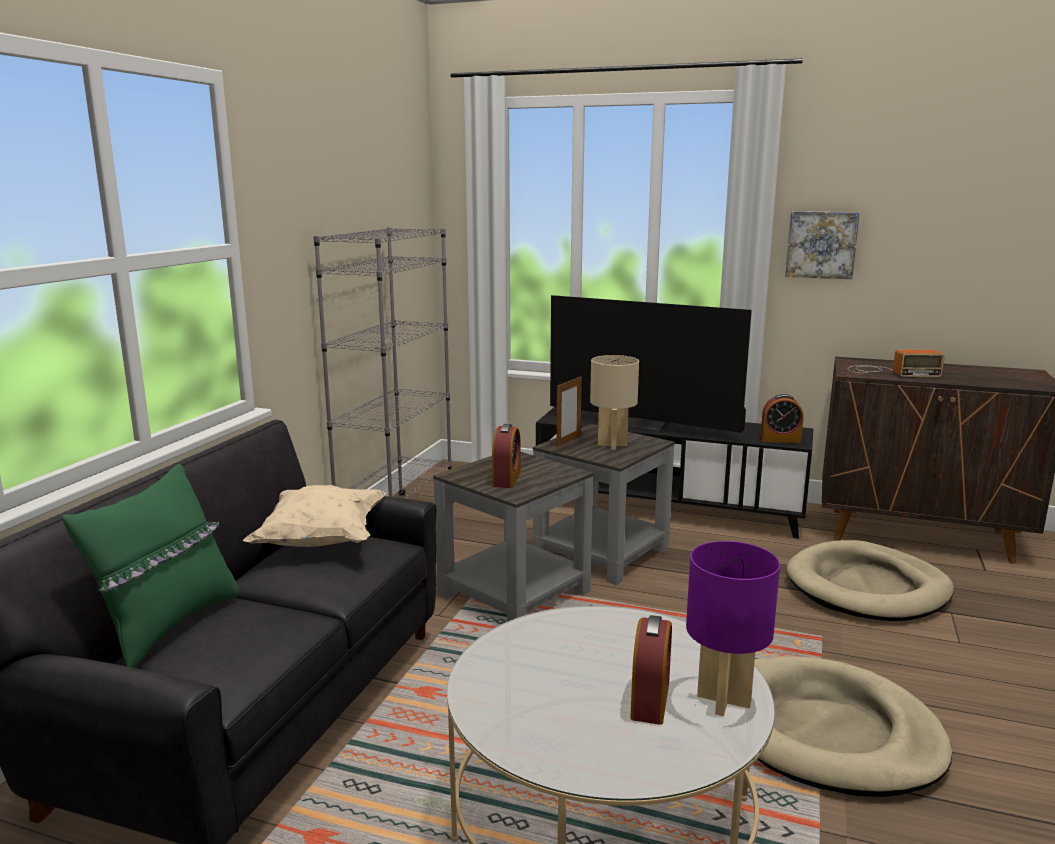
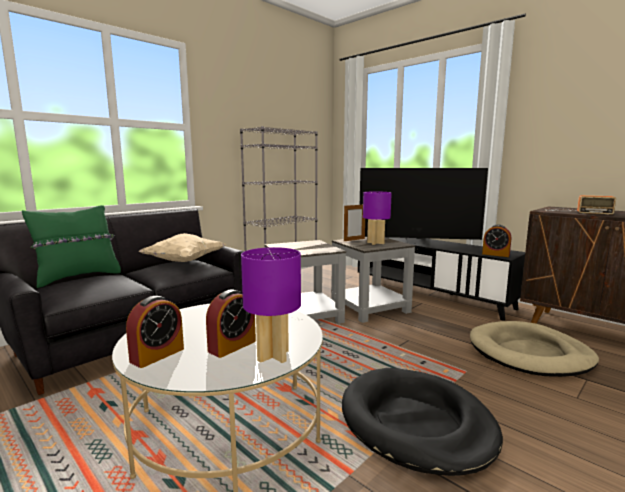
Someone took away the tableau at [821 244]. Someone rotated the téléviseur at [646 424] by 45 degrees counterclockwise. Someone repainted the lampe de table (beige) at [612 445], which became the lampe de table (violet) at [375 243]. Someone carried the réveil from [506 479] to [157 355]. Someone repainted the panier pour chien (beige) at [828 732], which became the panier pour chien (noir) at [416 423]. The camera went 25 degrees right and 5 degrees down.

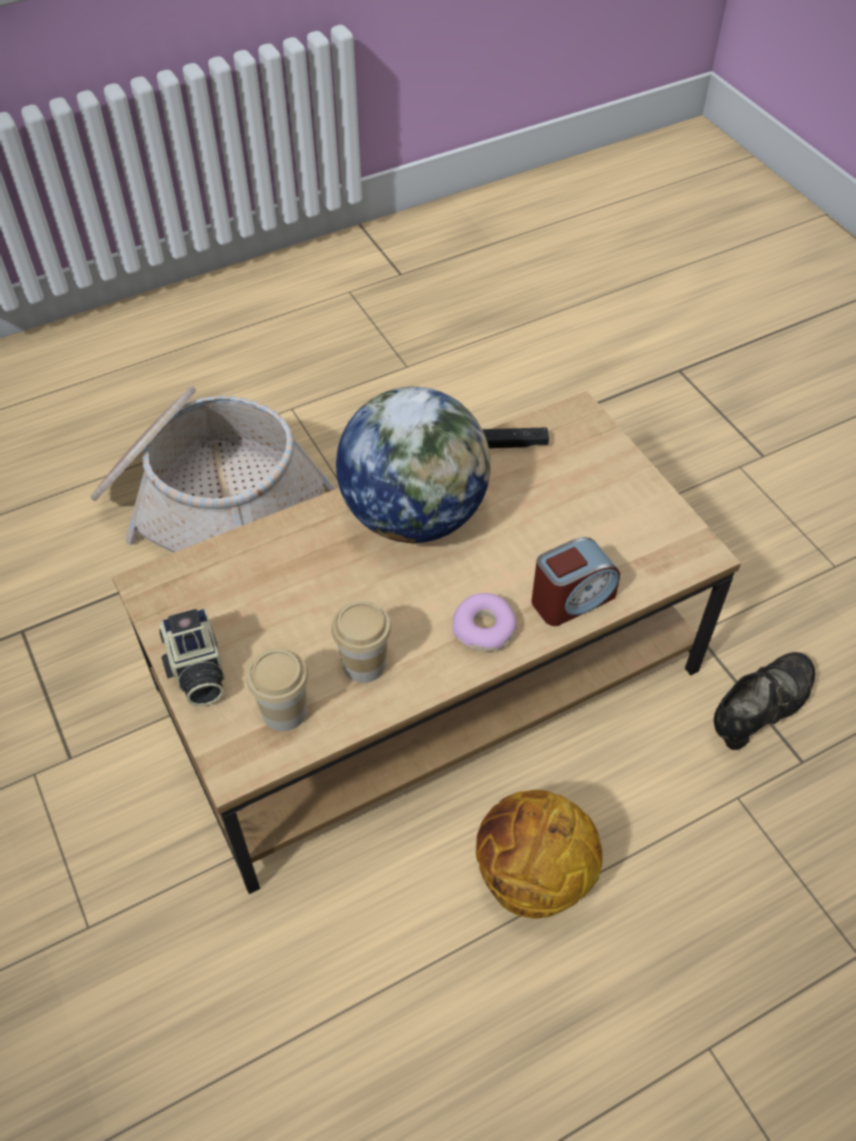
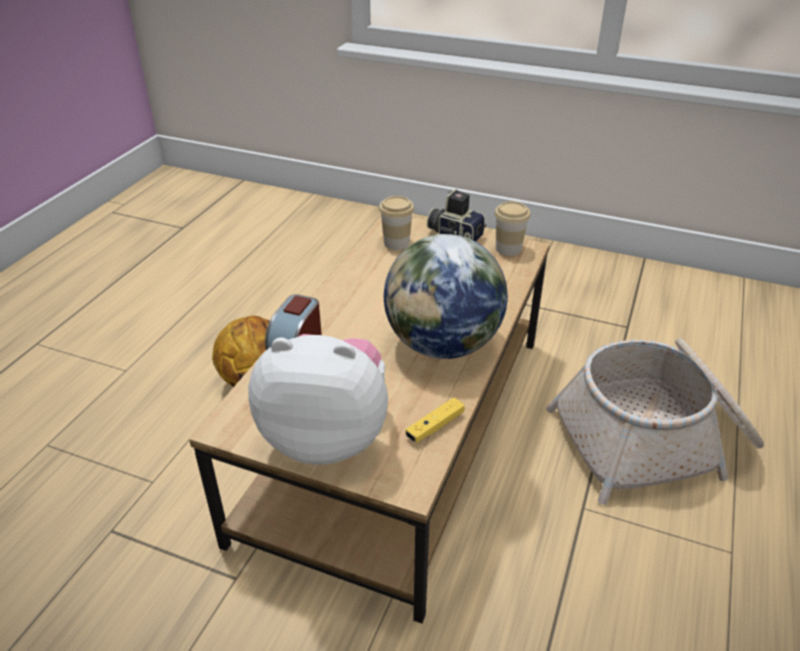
Someone repainted the manette (noir) at [512 444], which became the manette (jaune) at [435 426]. Someone took away the beignet at [484 629]. Someone carried the tasse from [364 664] to [508 249]. Someone took away the chaussure (noir) at [758 712]. Someone put down the peluche at [327 436]. The camera went 140 degrees right and 15 degrees down.

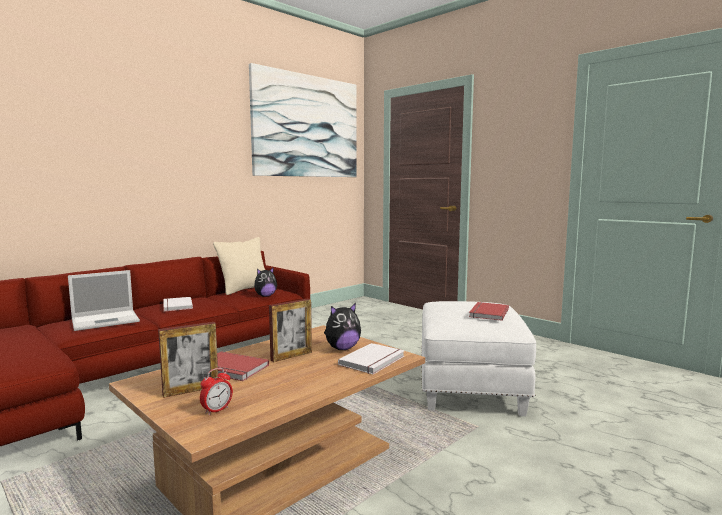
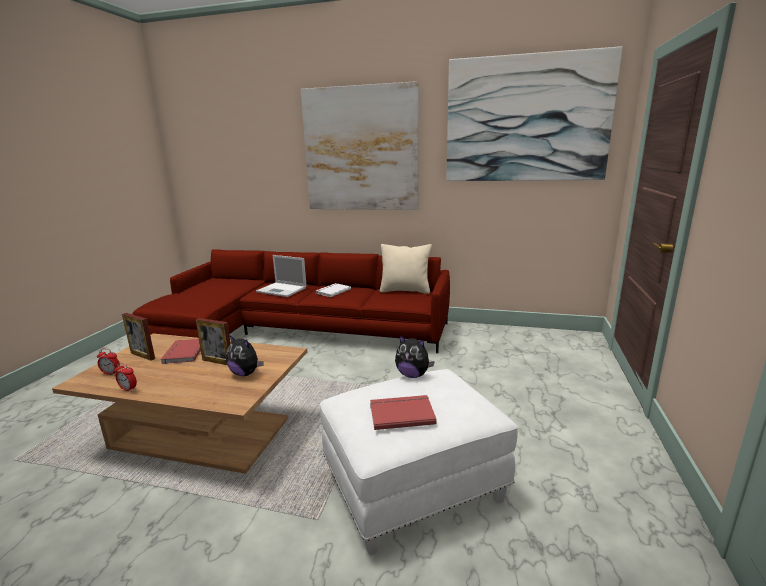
Someone carried the peluche from [265 296] to [413 375]. Someone took away the livre (blanc) at [374 361]. Someone put up the tableau at [361 150]. Someone put down the réveil at [128 389]. The camera went 60 degrees right and 10 degrees up.

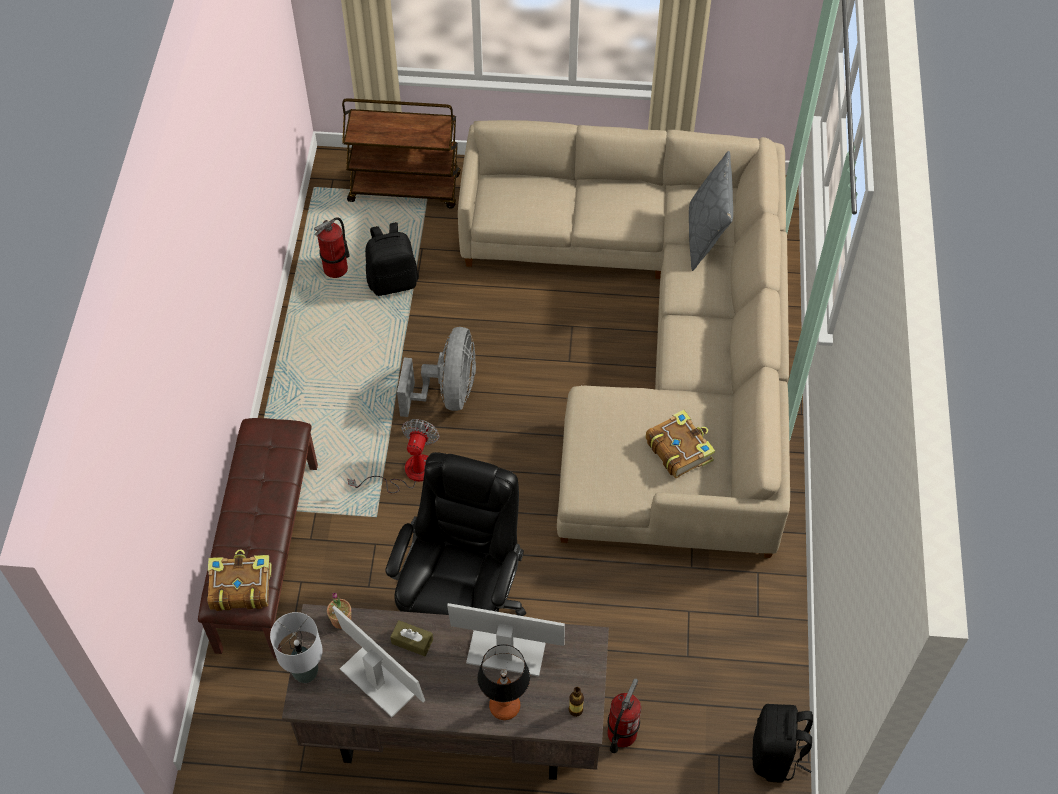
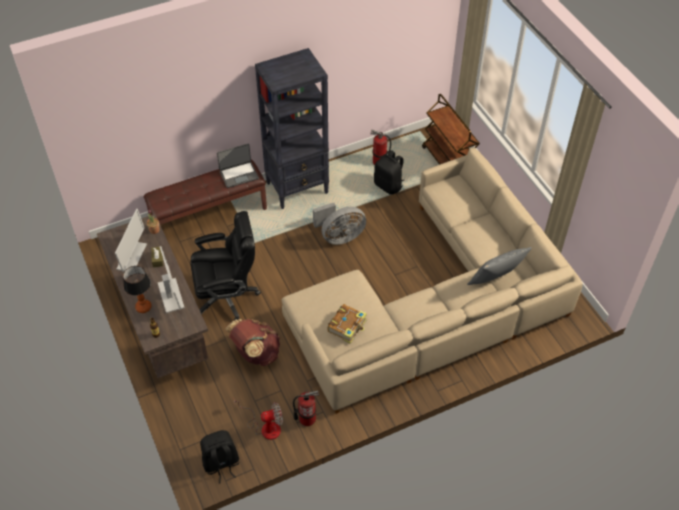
Someone carried the ventilateur from [408 472] to [265 427]. Someone took away the livre at [240 587]. Someone took away the lampe de table (gris) at [306 672]. Someone carried the extincteur from [621 734] to [307 418]. Someone put down the bibliothèque (noir) at [297 188]. Someone put down the ordinateur portable at [239 174]. Someone put down the sac à dos (marron) at [256 353]. The camera went 60 degrees right and 5 degrees down.

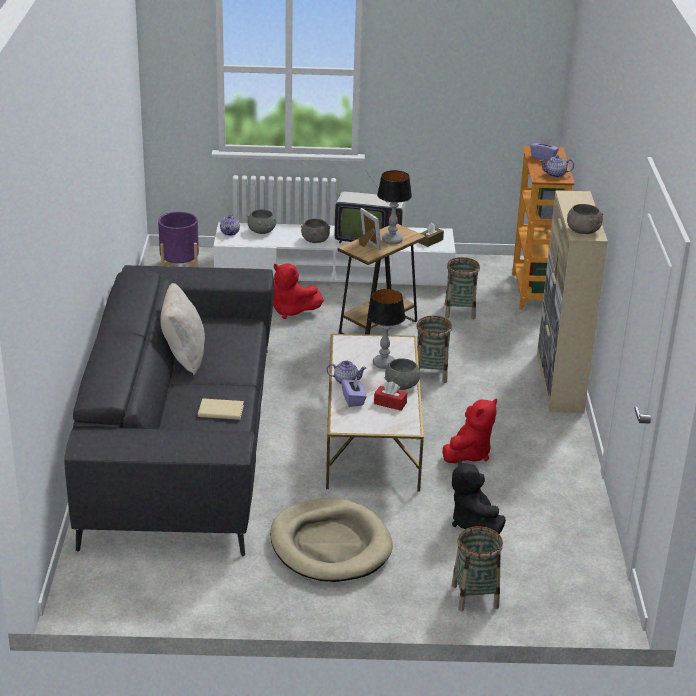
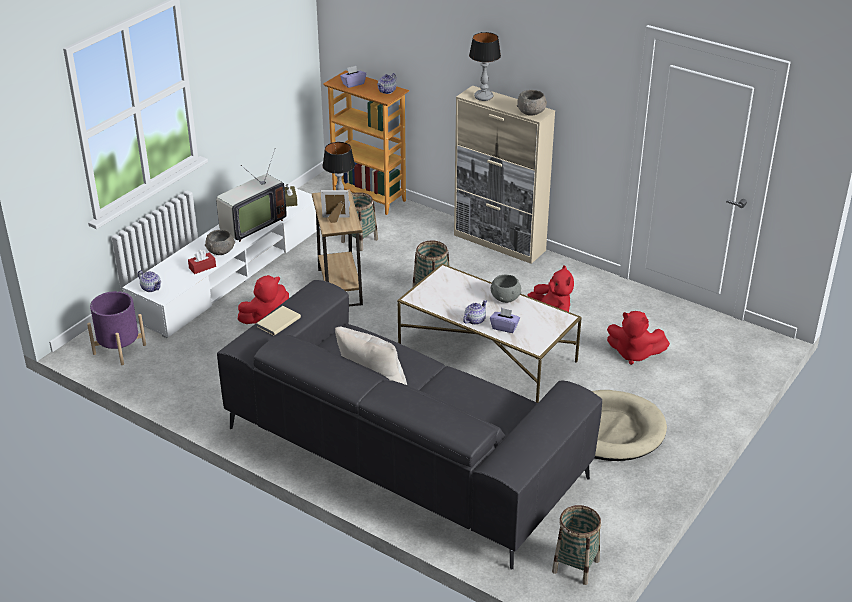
Someone took away the bol (gris) at [261 231]. Someone carried the lampe de table from [383 363] to [483 97]. Someone carried the boîte à mouchoirs (rouge) from [390 403] to [202 267]. Someone carried the livre (beige) from [220 410] to [277 322]. Someone repainted the peluche (noir) at [473 523], which became the peluche (rouge) at [634 354]. Someone carried the panier from [475 596] to [575 566]. The camera went 55 degrees left and 5 degrees up.

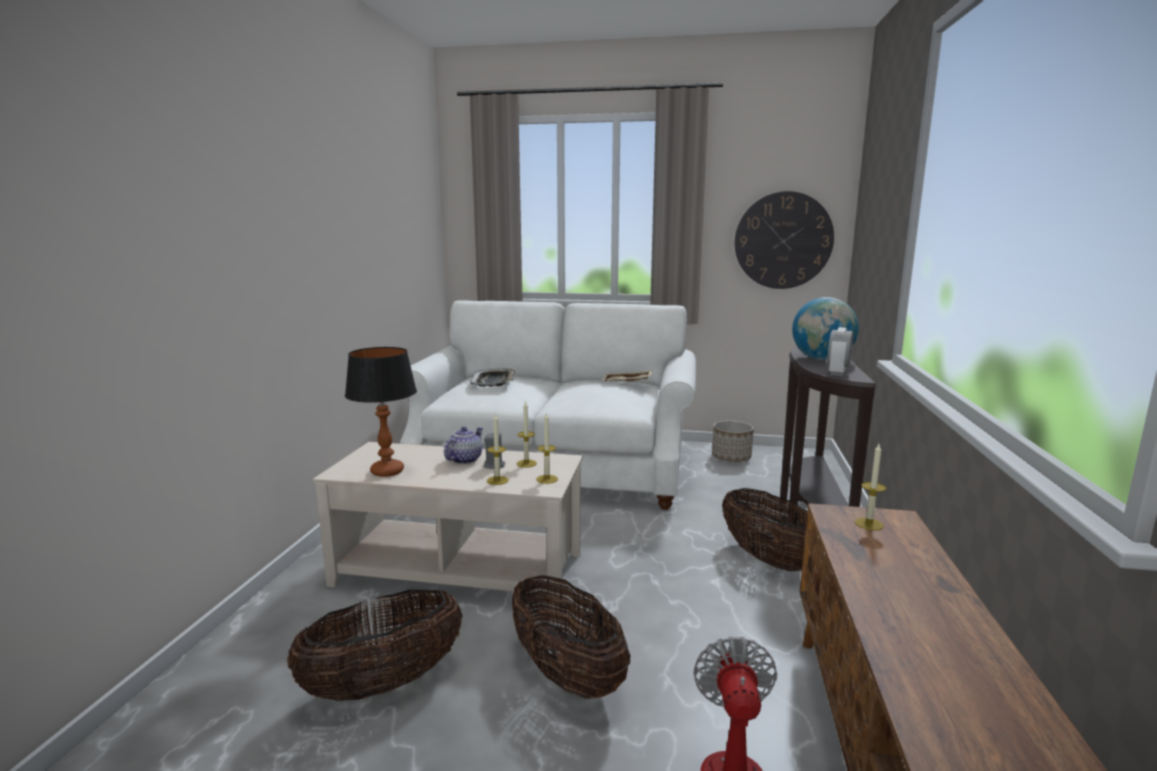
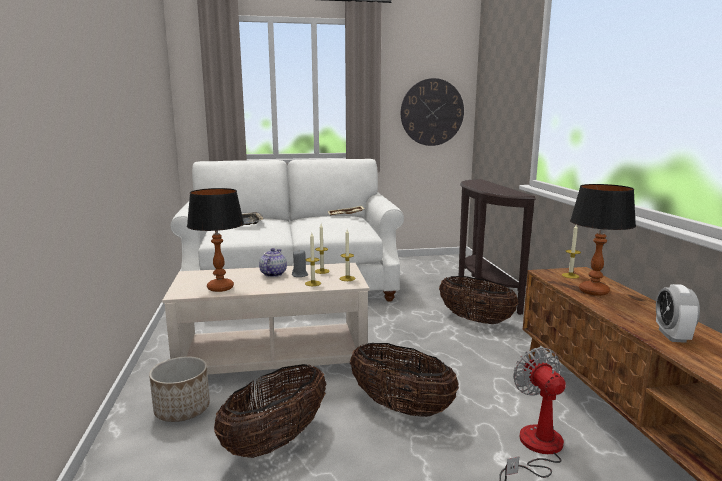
Someone took away the globe at [822 359]. Someone carried the réveil from [838 373] to [672 336]. Someone carried the cache-pot from [731 457] to [183 409]. Someone put down the lampe de table at [593 291]. The camera went 20 degrees left and 0 degrees up.

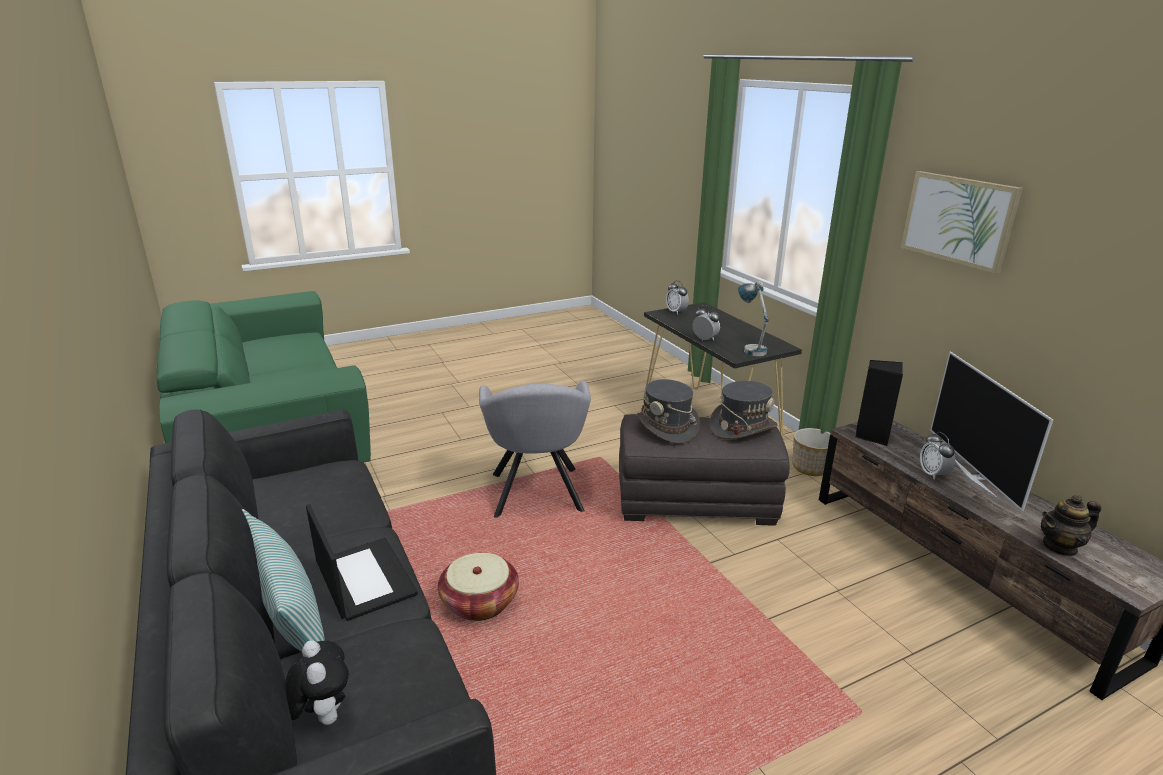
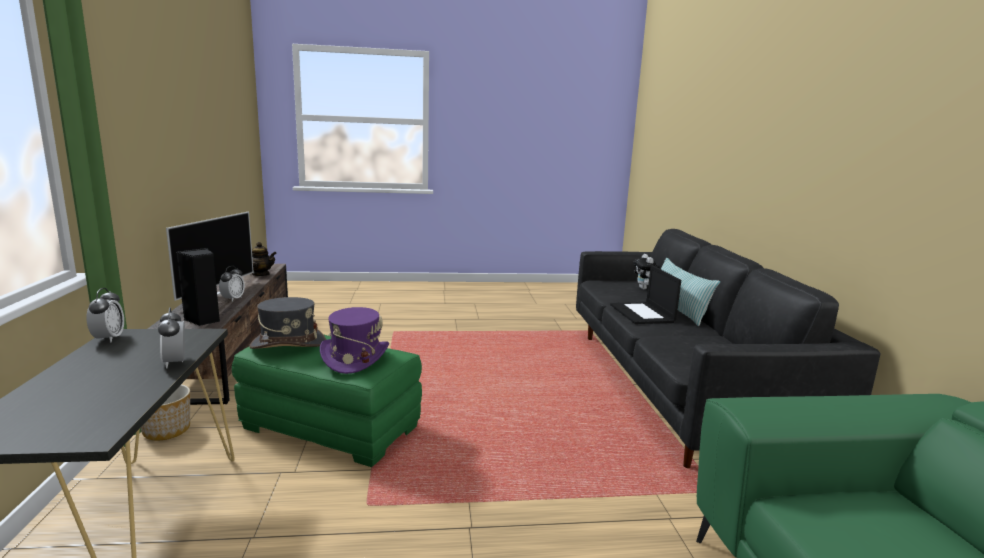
Someone took away the tableau at [958 220]. Someone carried the réveil from [676 312] to [108 338]. Someone took away the lampe de table at [750 348]. Someone repainted the chapeau (gris) at [667 427], which became the chapeau (violet) at [355 357]. Someone took away the fauteuil (gris) at [536 496]. Someone repainted the pouf (gris) at [694 501], which became the pouf (vert) at [332 428]. Someone took away the panier at [480 602]. The camera went 160 degrees left and 10 degrees down.

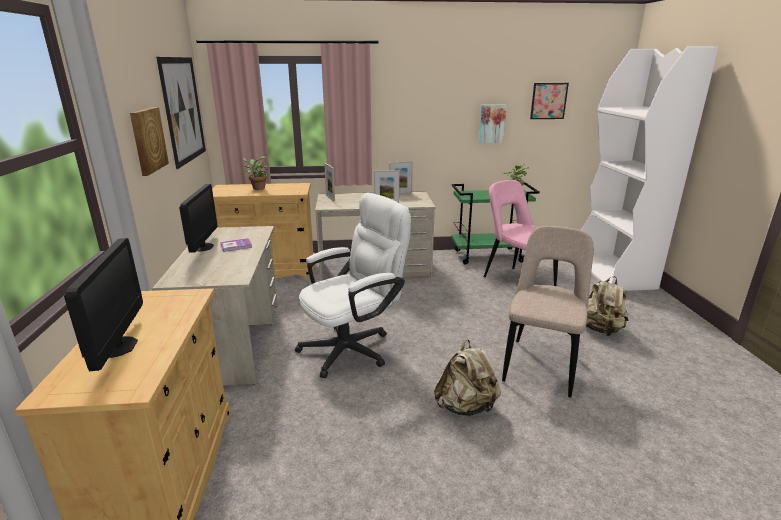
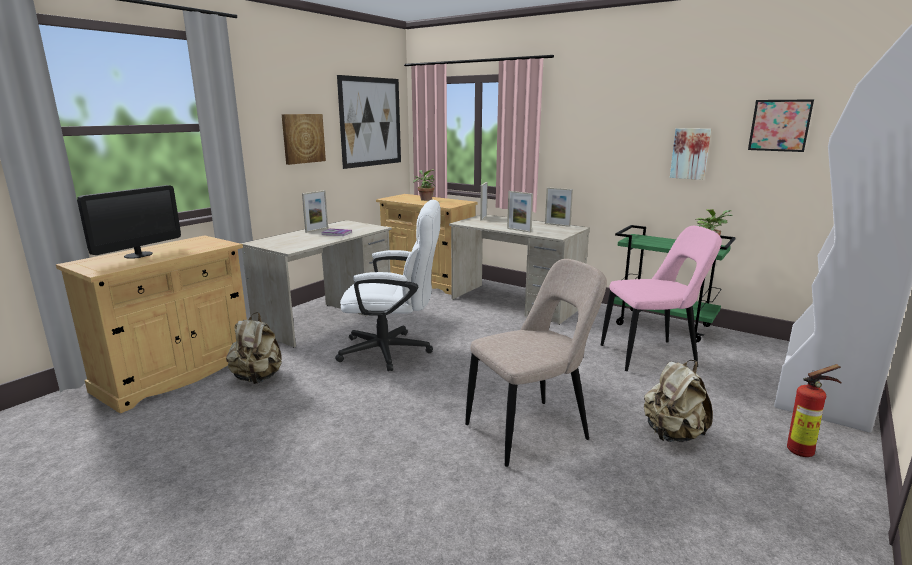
Someone rotated the chaise (rose) at [516 281] by 75 degrees clockwise. Someone swapped the écran d'ordinateur at [203 247] for the cadre photo at [317 230]. Someone carried the sac à dos (beige) from [466 407] to [258 378]. Someone put down the extincteur at [804 452]. The camera went 40 degrees right and 5 degrees down.

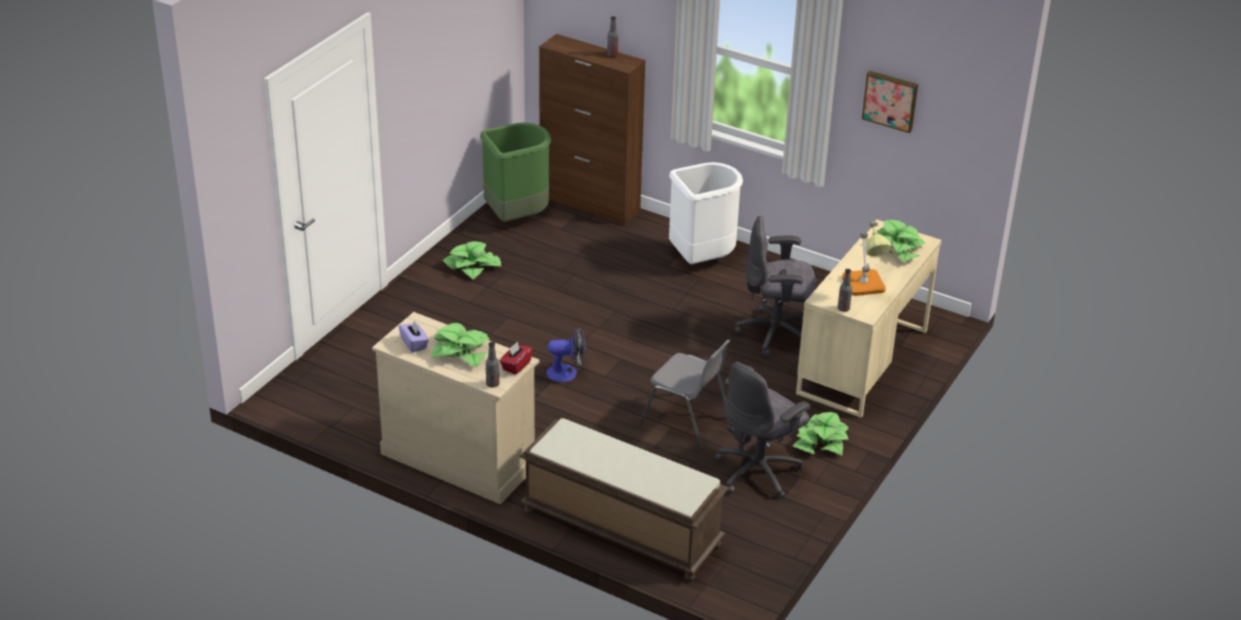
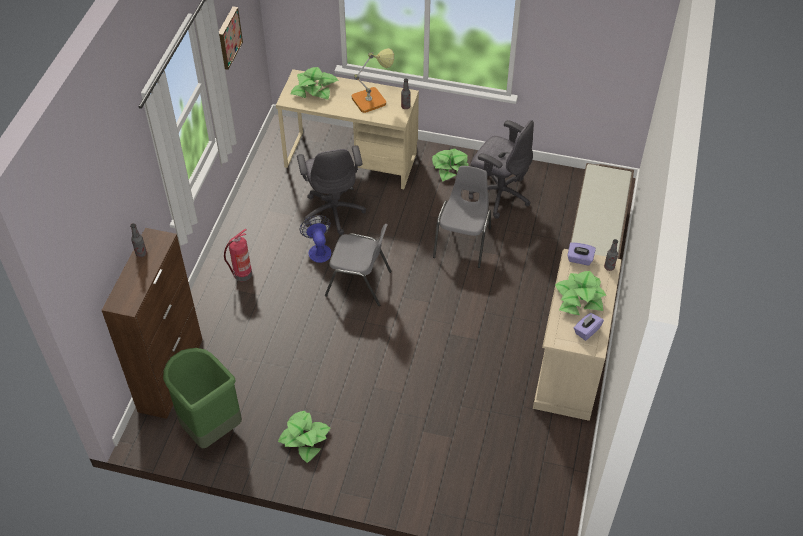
Someone swapped the poubelle (blanc) at [701 259] for the extincteur at [242 275]. Someone carried the ventilateur from [567 373] to [318 250]. Someone repainted the boîte à mouchoirs (rouge) at [516 366], which became the boîte à mouchoirs (violet) at [579 259]. Someone put down the chaise (gris) at [359 283]. The camera went 105 degrees left and 15 degrees up.

